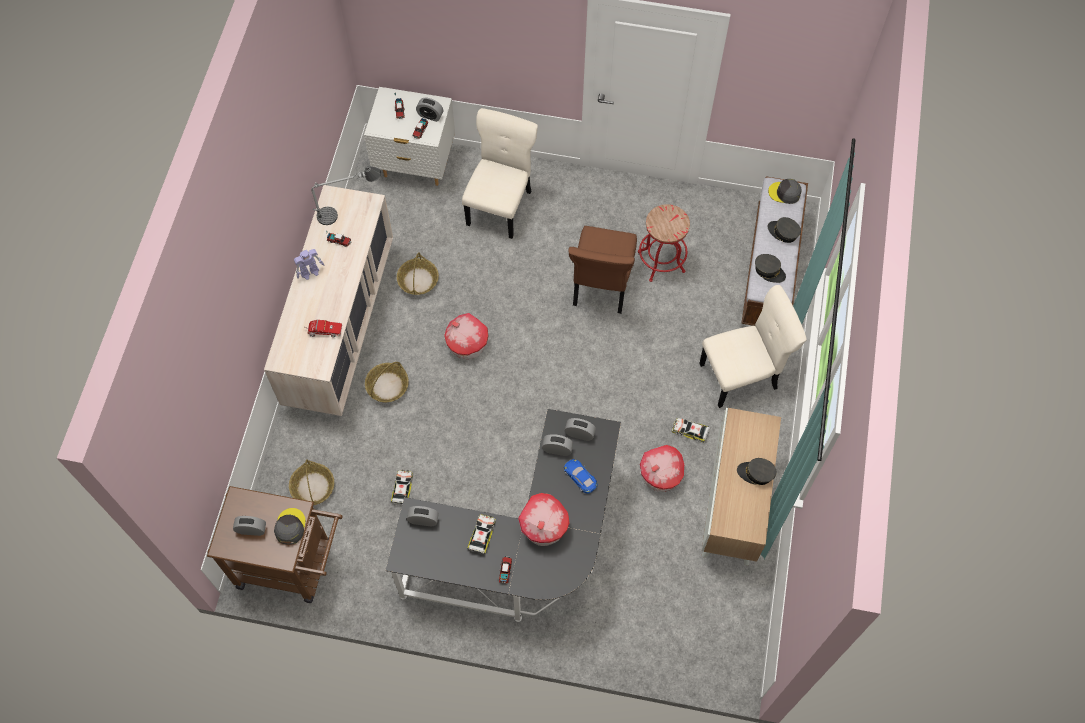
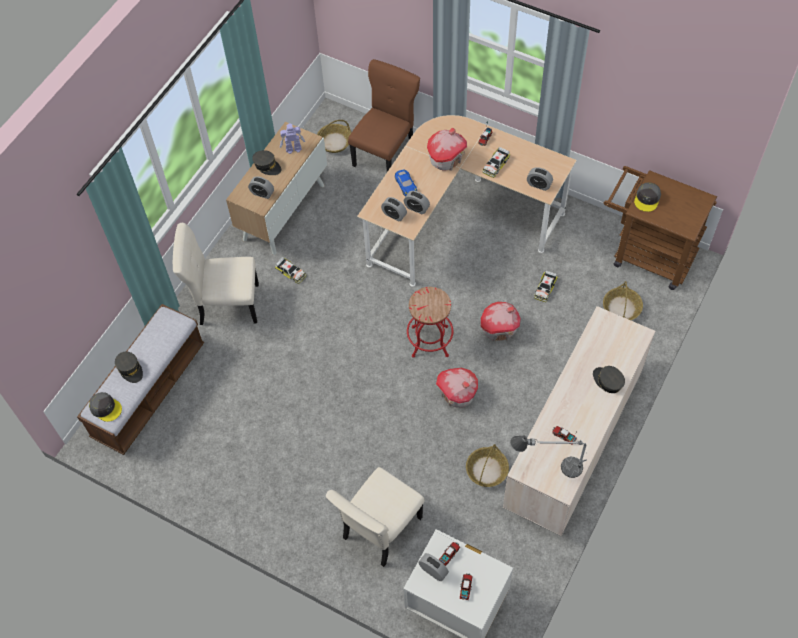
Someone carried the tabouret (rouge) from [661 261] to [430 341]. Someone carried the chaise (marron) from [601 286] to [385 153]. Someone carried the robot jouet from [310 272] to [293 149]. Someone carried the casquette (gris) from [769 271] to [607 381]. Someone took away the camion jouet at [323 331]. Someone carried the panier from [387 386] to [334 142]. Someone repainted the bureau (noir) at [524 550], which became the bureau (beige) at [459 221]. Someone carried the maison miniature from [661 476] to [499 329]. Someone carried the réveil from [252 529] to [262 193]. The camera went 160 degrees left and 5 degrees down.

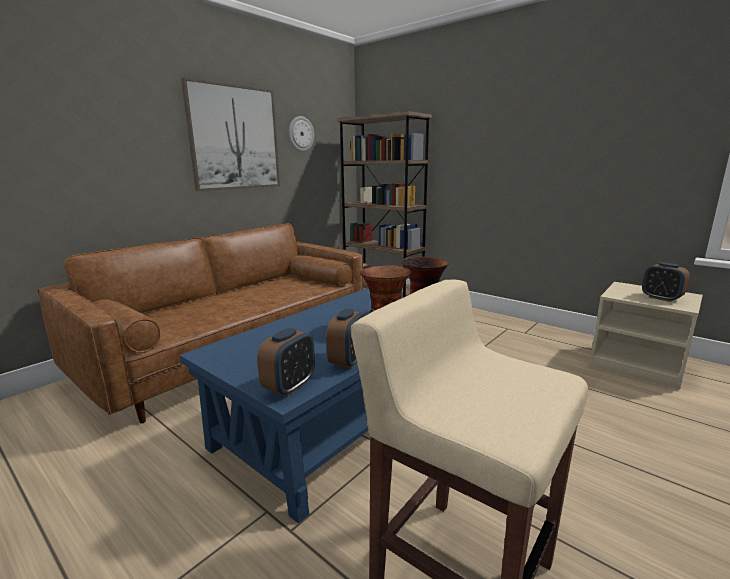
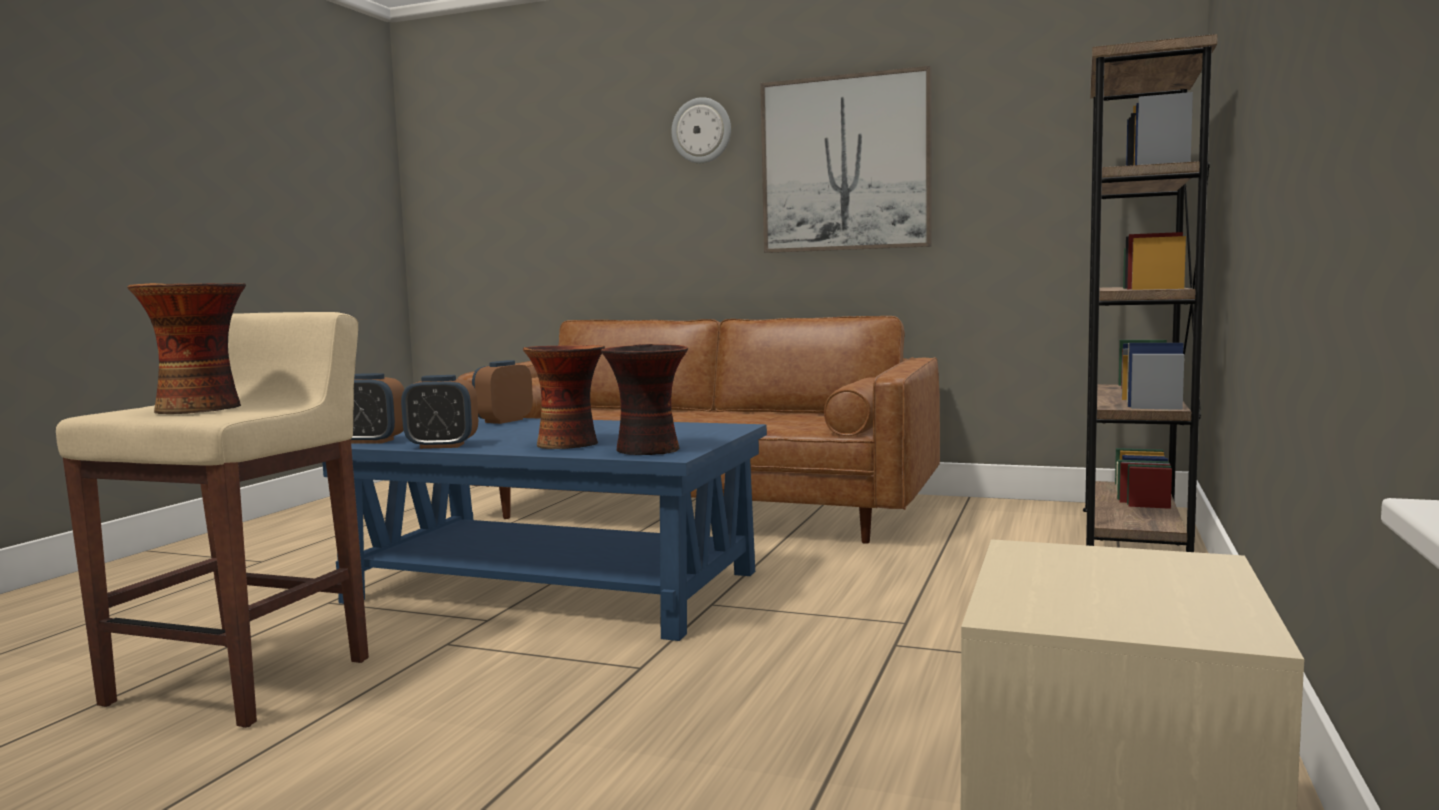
Someone carried the horloge murale from [300 134] to [701 130]. Someone carried the réveil from [661 298] to [504 421]. Someone put down the vase at [199 409]. The camera went 70 degrees right and 10 degrees down.

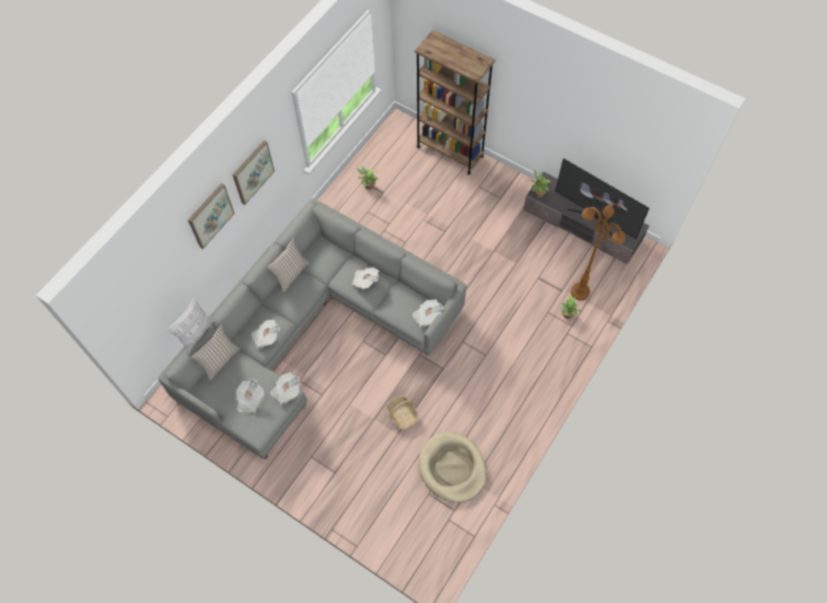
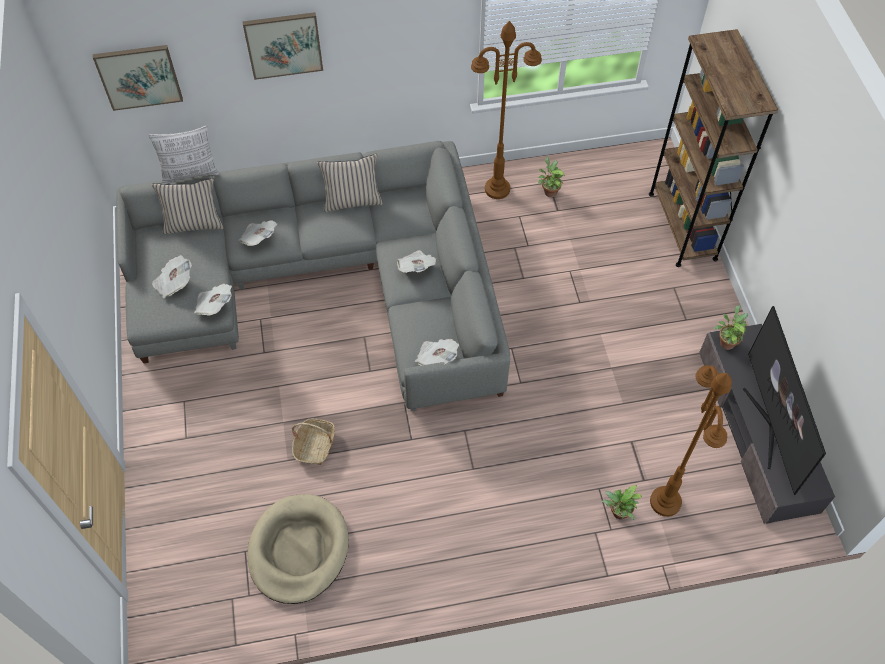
Someone carried the tableau from [252 172] to [139 76]. Someone put down the lampadaire (marron) at [497 189]. The camera went 45 degrees right and 5 degrees down.

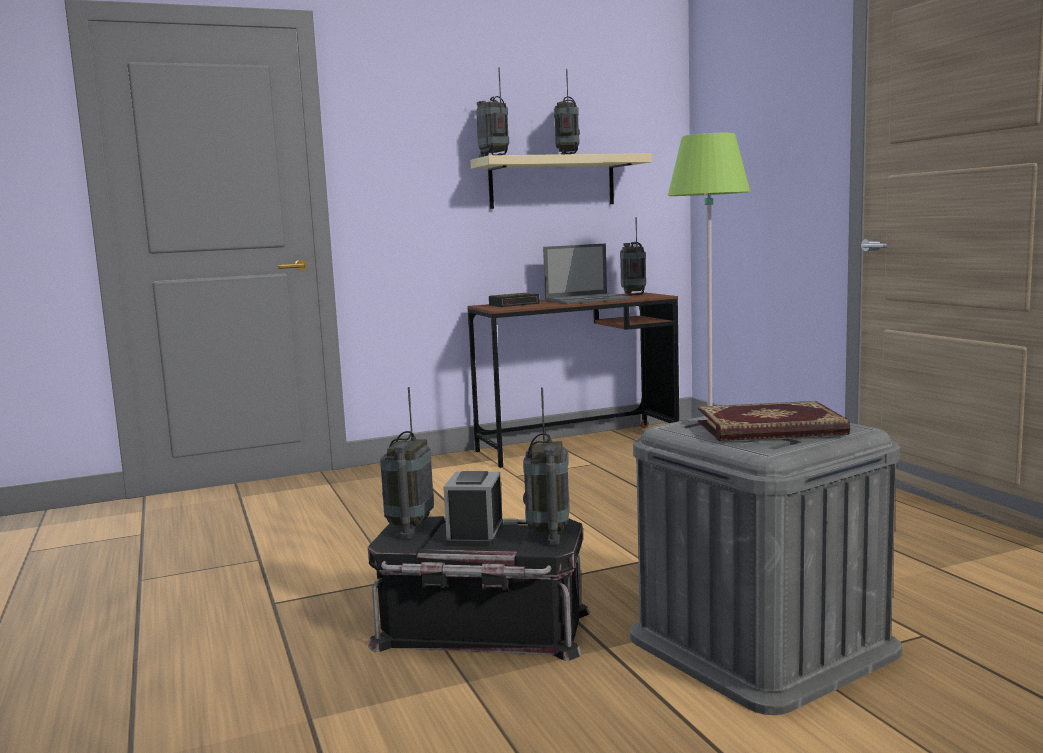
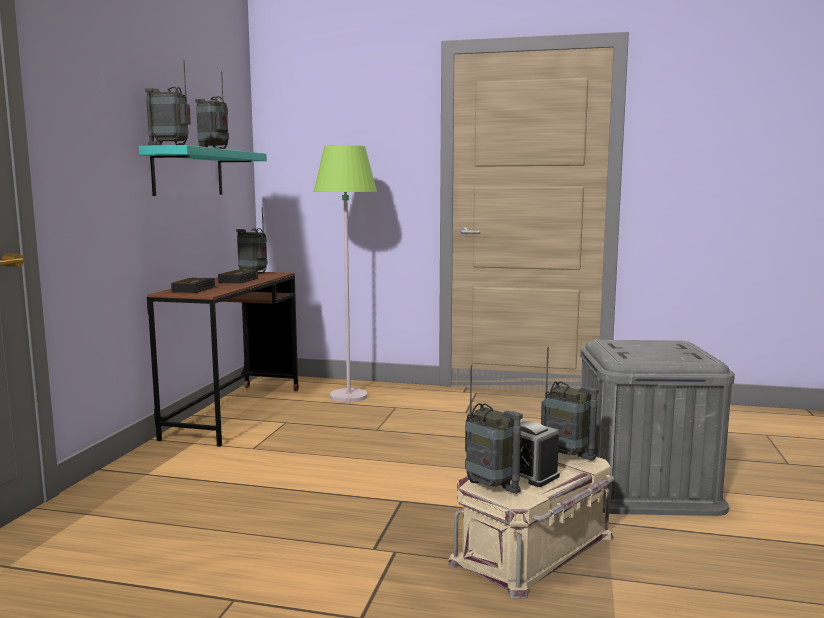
Someone repainted the étagère (beige) at [552 182], which became the étagère (turquoise) at [188 172]. Someone swapped the ordinateur portable at [587 299] for the réveil at [239 280]. Someone took away the livre at [770 429]. Someone repainted the boîte de rangement (noir) at [481 630], which became the boîte de rangement (beige) at [535 549]. The camera went 55 degrees left and 0 degrees up.

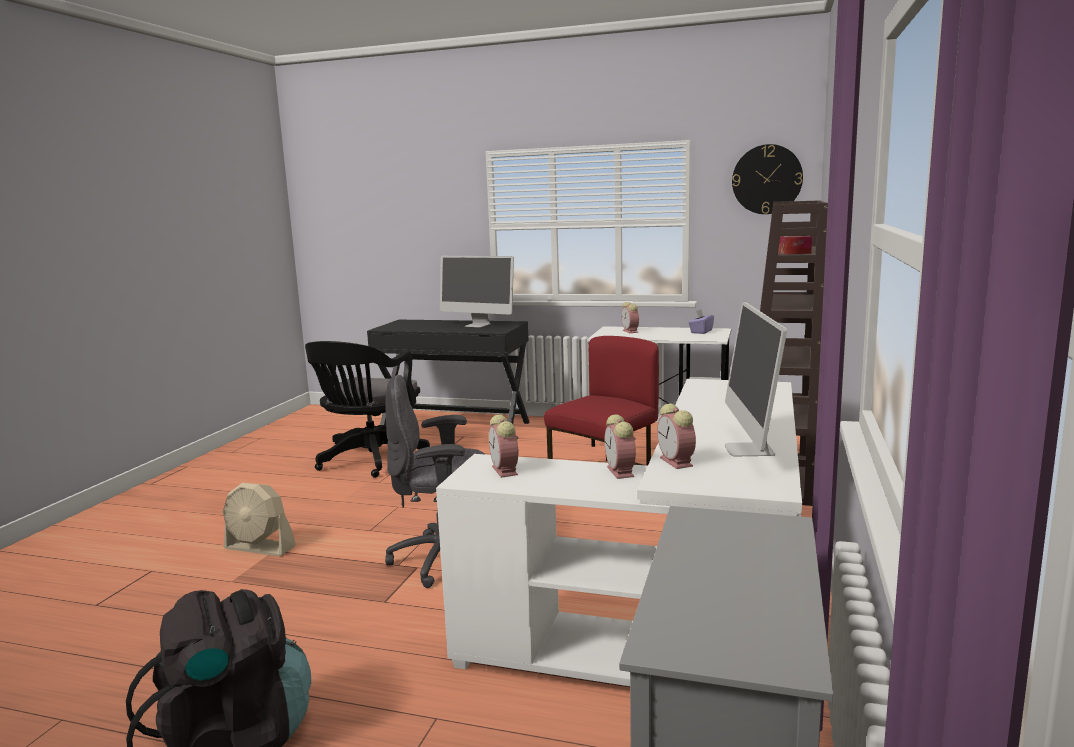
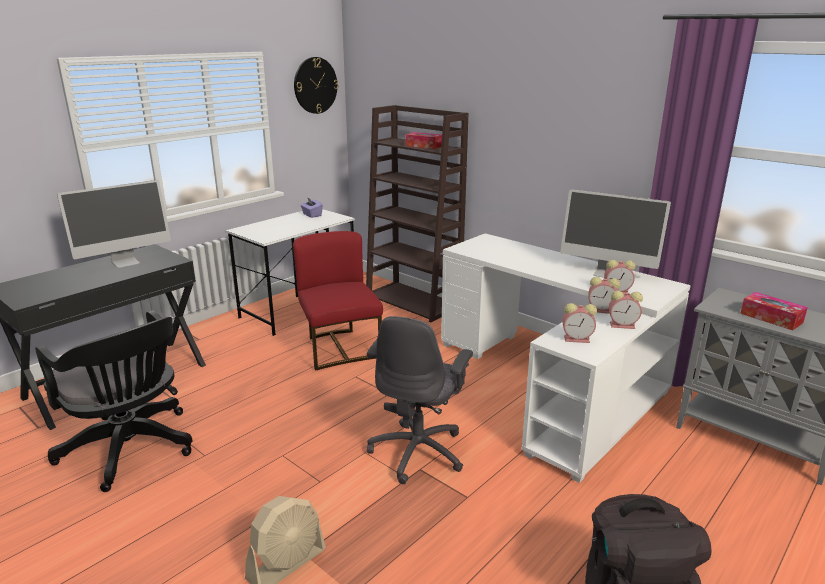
Someone carried the réveil from [631 331] to [623 325]. Someone put down the boîte à mouchoirs at [771 318]. The camera went 65 degrees left and 10 degrees up.

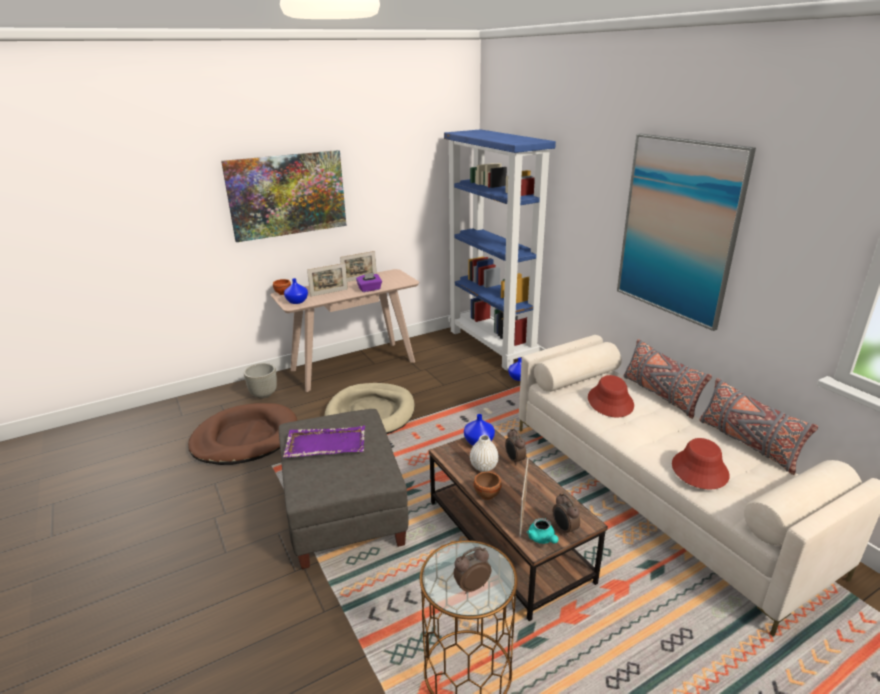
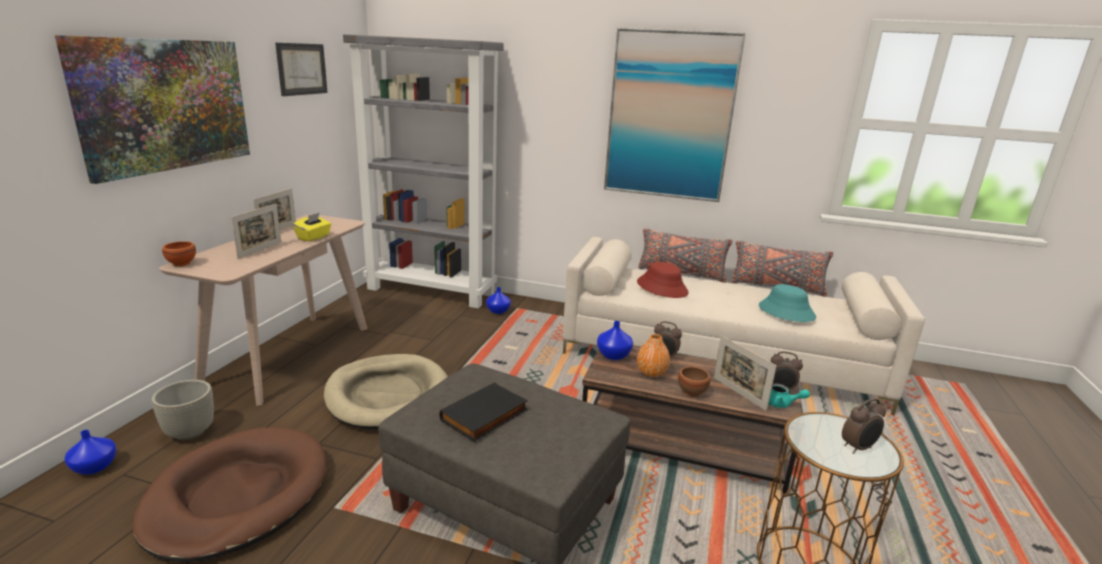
Someone repainted the bibliothèque (bleu) at [492 346], which became the bibliothèque (gris) at [432 291]. Someone repainted the boîte à mouchoirs (violet) at [369 289], which became the boîte à mouchoirs (jaune) at [314 237]. Someone carried the vase (bleu) from [296 302] to [94 467]. Someone swapped the plateau (violet) at [325 444] for the livre (noir) at [485 416]. Someone repainted the vase (blanc) at [483 467], which became the vase (orange) at [651 372]. Someone repainted the chapeau (rouge) at [699 470], which became the chapeau (turquoise) at [786 312]. Someone rotated the réveil at [471 586] by 135 degrees counterclockwise. Someone put up the tableau at [302 69]. The camera went 45 degrees left and 5 degrees down.

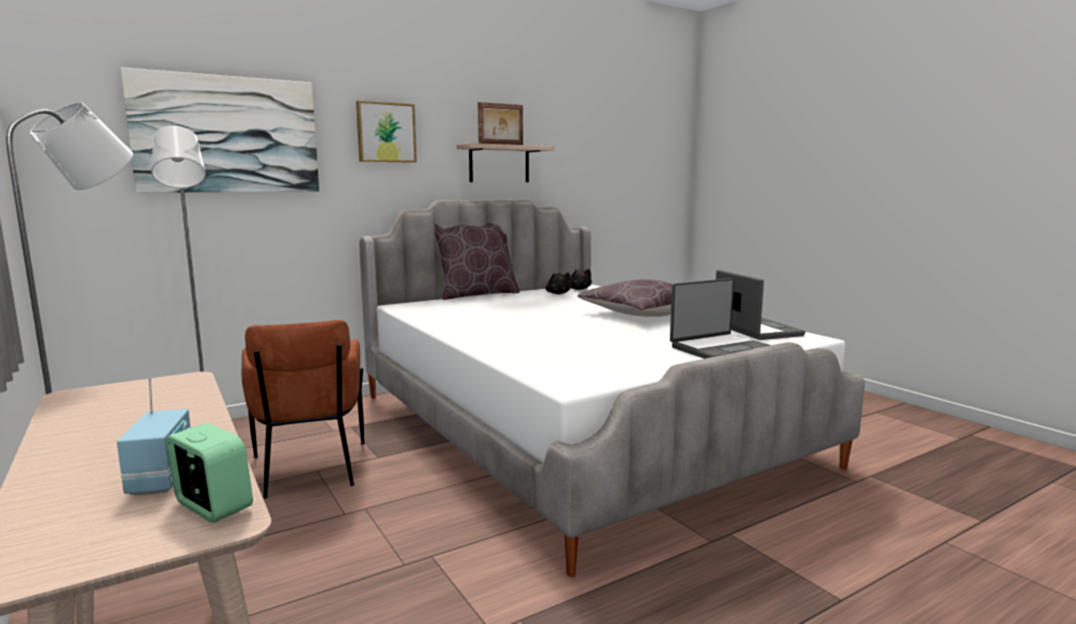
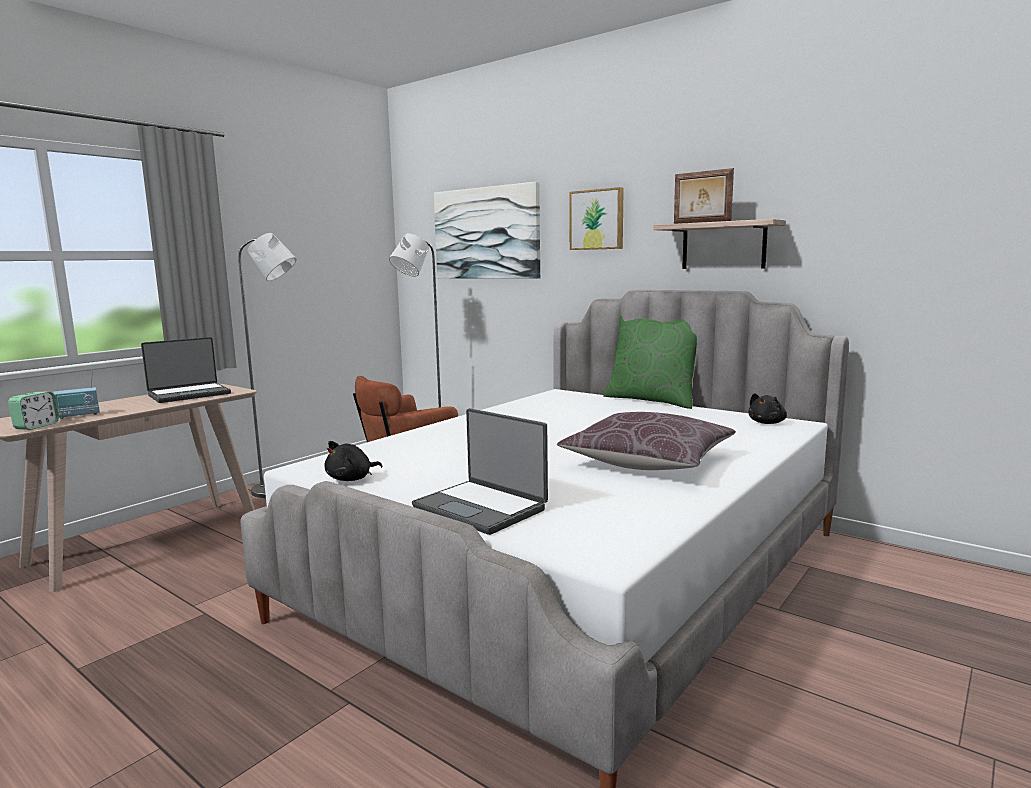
Someone repainted the coussin (marron) at [477 294], which became the coussin (vert) at [652 400]. Someone carried the ordinateur portable from [755 330] to [189 394]. Someone carried the peluche (noir) from [558 293] to [352 479]. The camera went 70 degrees right and 0 degrees up.

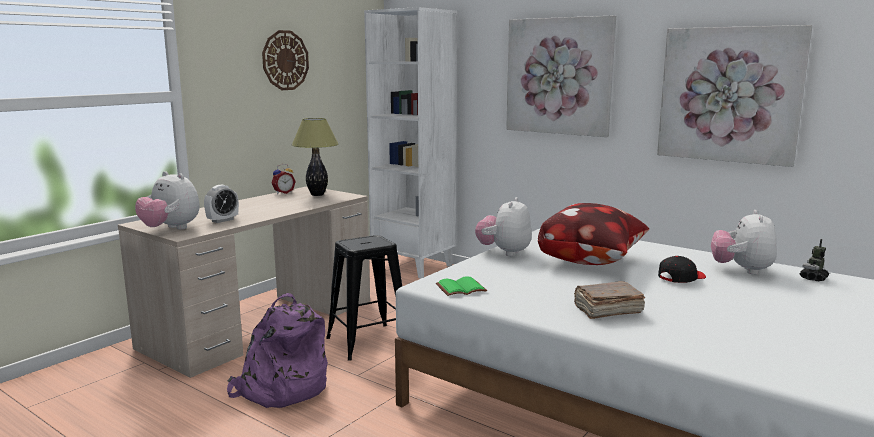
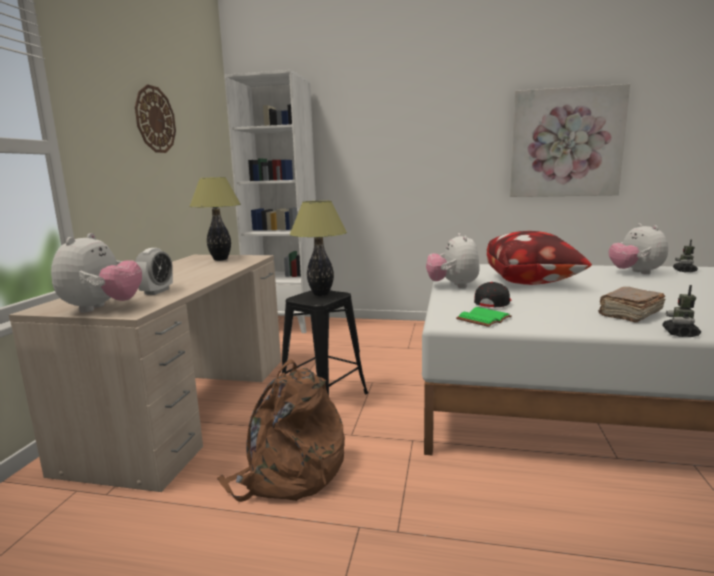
Someone took away the tableau at [559 76]. Someone took away the réveil at [283 192]. Someone rotated the peluche at [170 229] by 90 degrees counterclockwise. Someone carried the casquette (noir) from [681 278] to [493 303]. Someone repainted the sac à dos (violet) at [281 389], which became the sac à dos (marron) at [288 473]. Someone put down the lampe de table at [320 294]. Someone put down the robot jouet at [680 333]. The camera went 25 degrees left and 0 degrees up.

